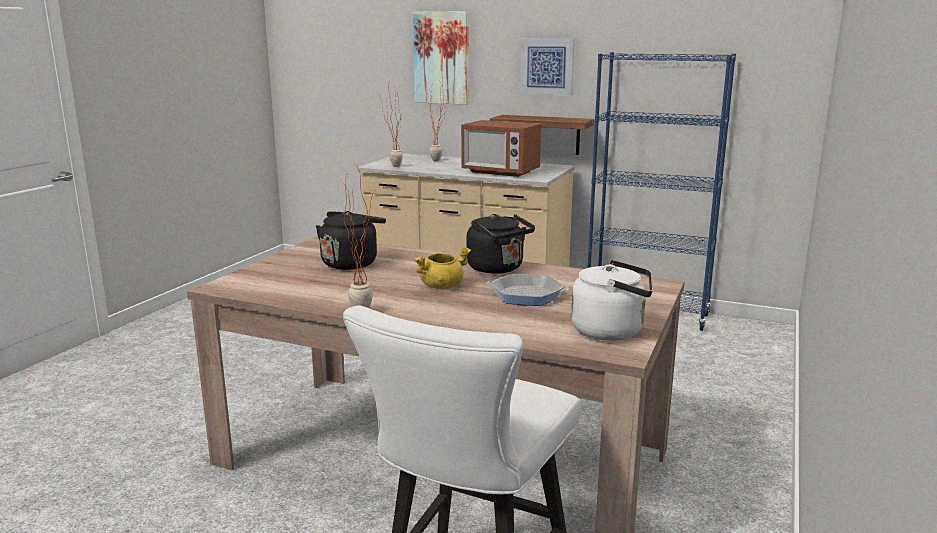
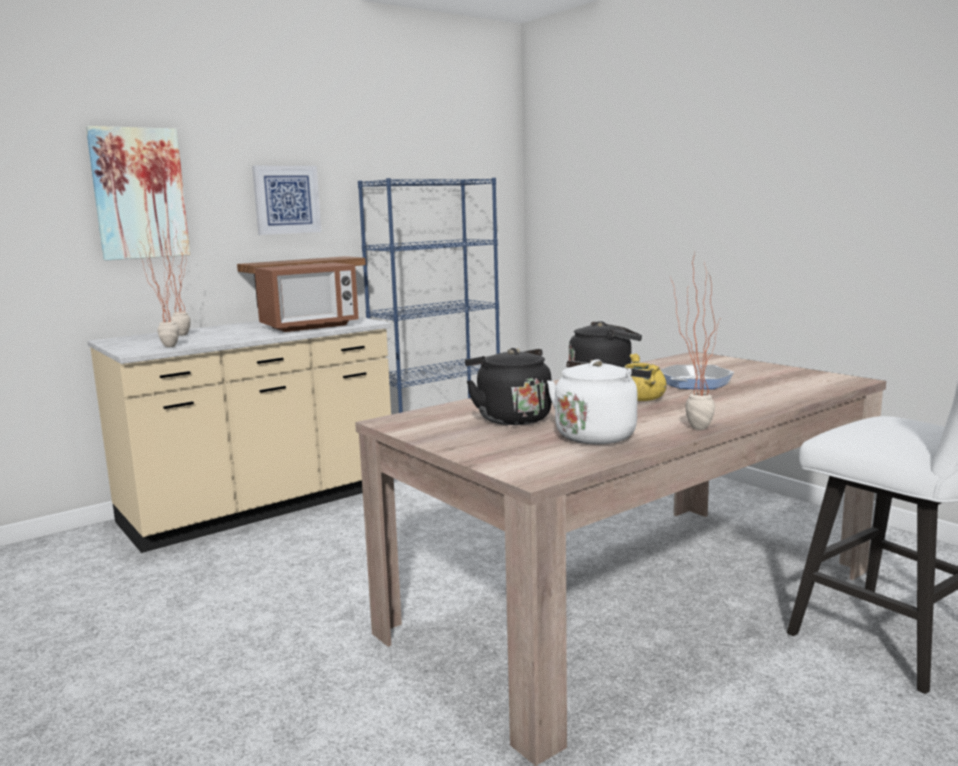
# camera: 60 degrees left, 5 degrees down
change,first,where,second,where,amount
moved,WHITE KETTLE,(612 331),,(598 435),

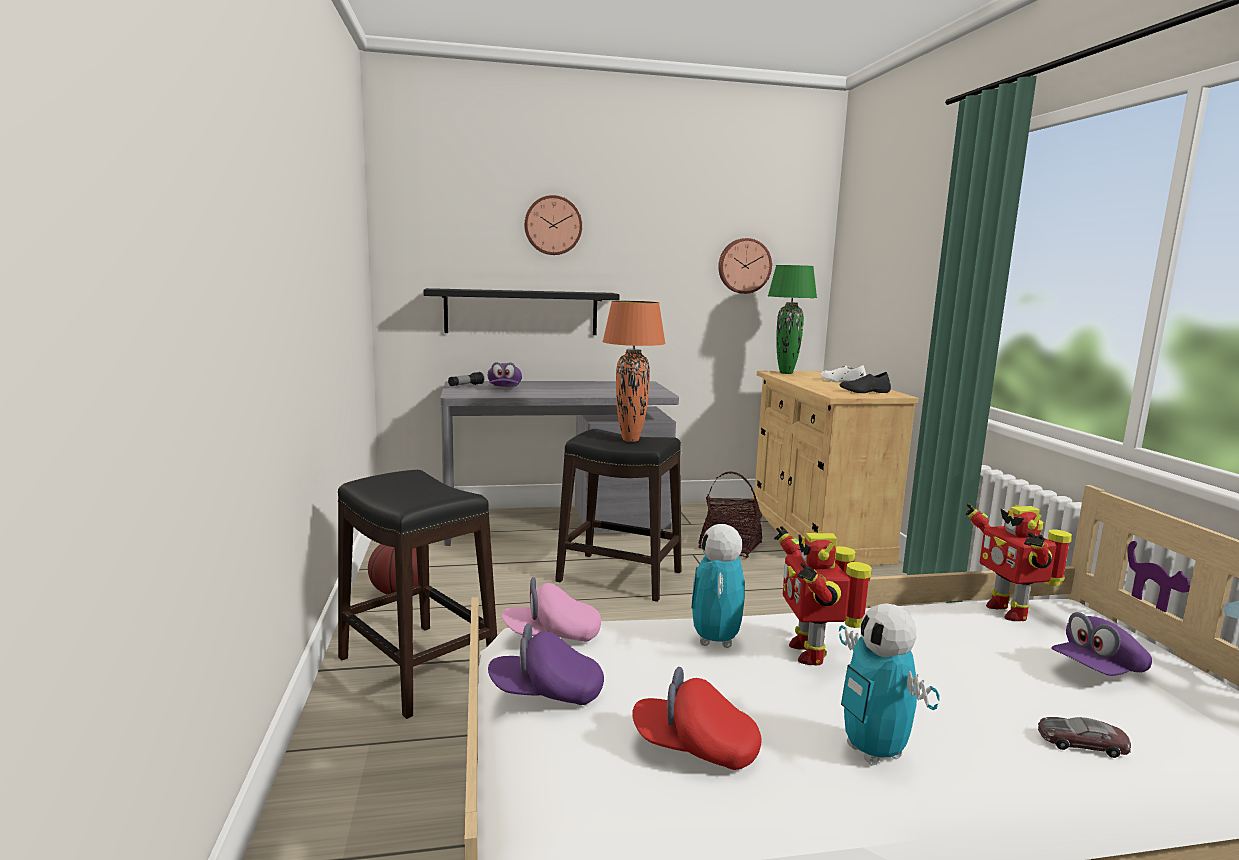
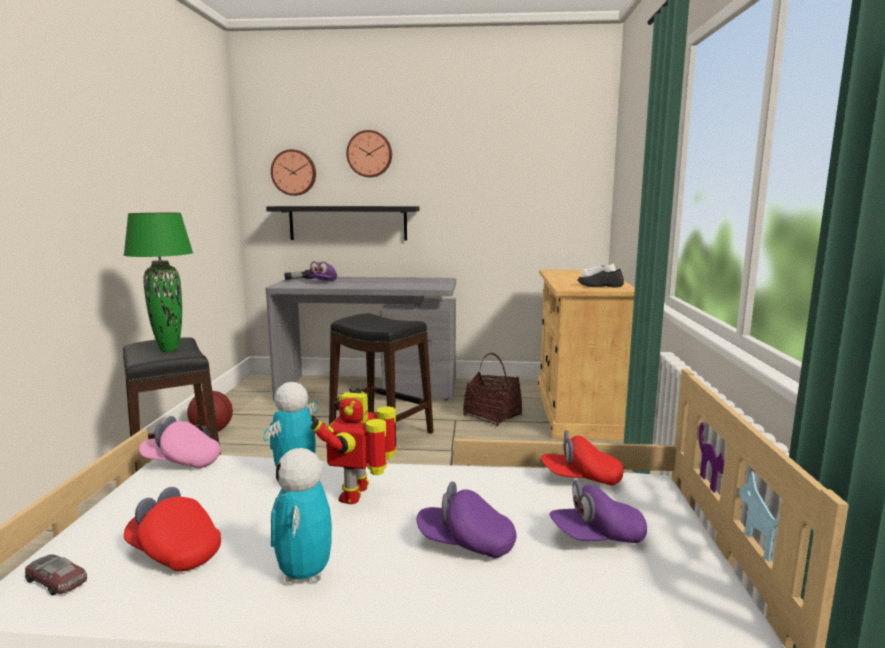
# camera: 15 degrees right, 0 degrees up
change,first,where,second,where,amount
removed,ORANGE TABLE LAMP,(631 440),,,
moved,PURPLE CAP,(546 693),,(466 543),
moved,WALL CLOCK,(744 266),,(294 172),
moved,GREEN TABLE LAMP,(786 373),,(168 350),
moved,TOY CAR,(1082 743),,(57 580),
replaced,TOY ROBOT,(1008 611),RED CAP,(581 479),

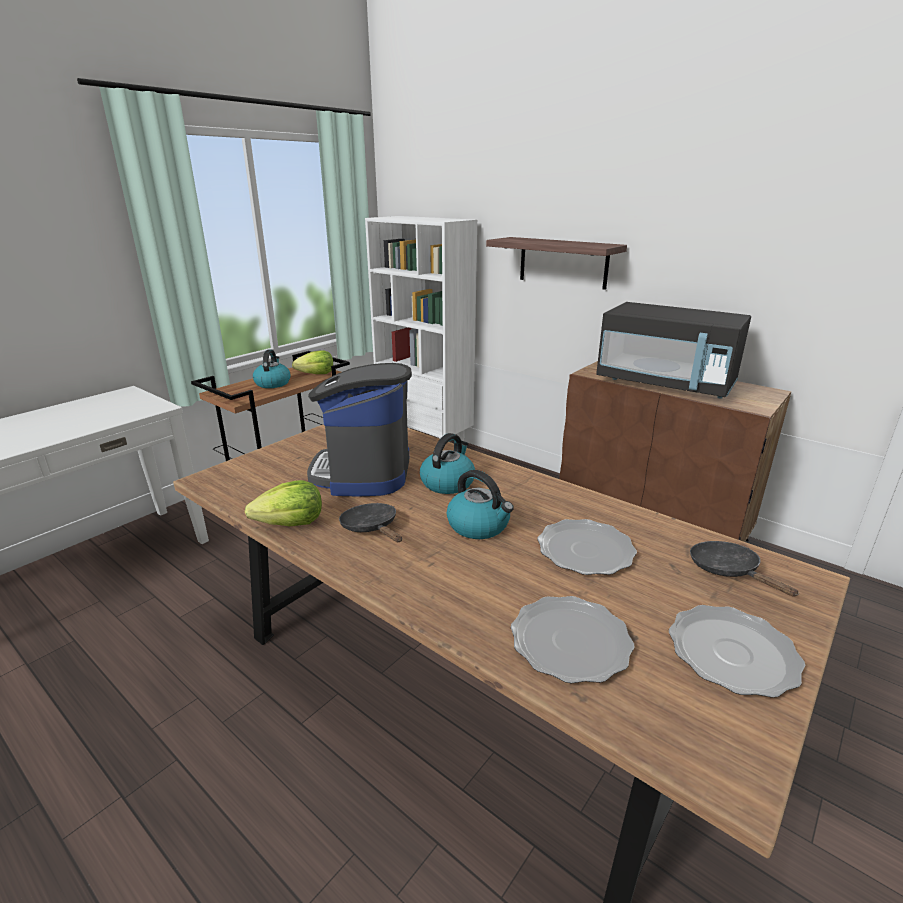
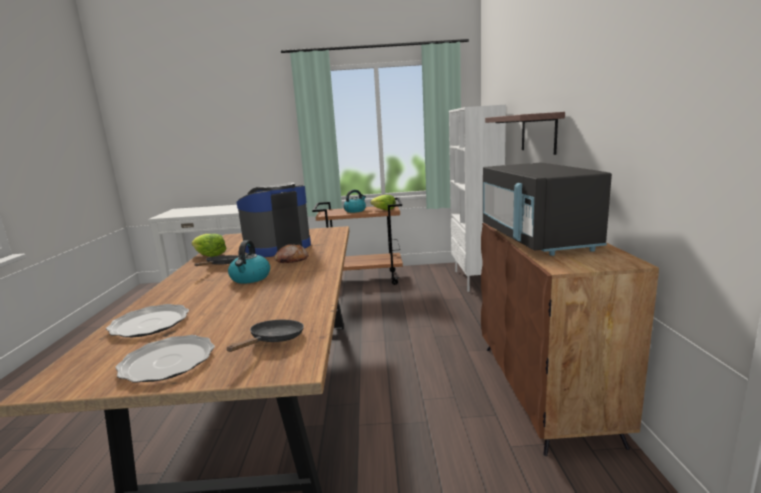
# camera: 50 degrees right, 10 degrees down
change,first,where,second,where,amount
removed,PLATE,(586 550),,,
replaced,KETTLE,(448 482),BREAD,(291 260),

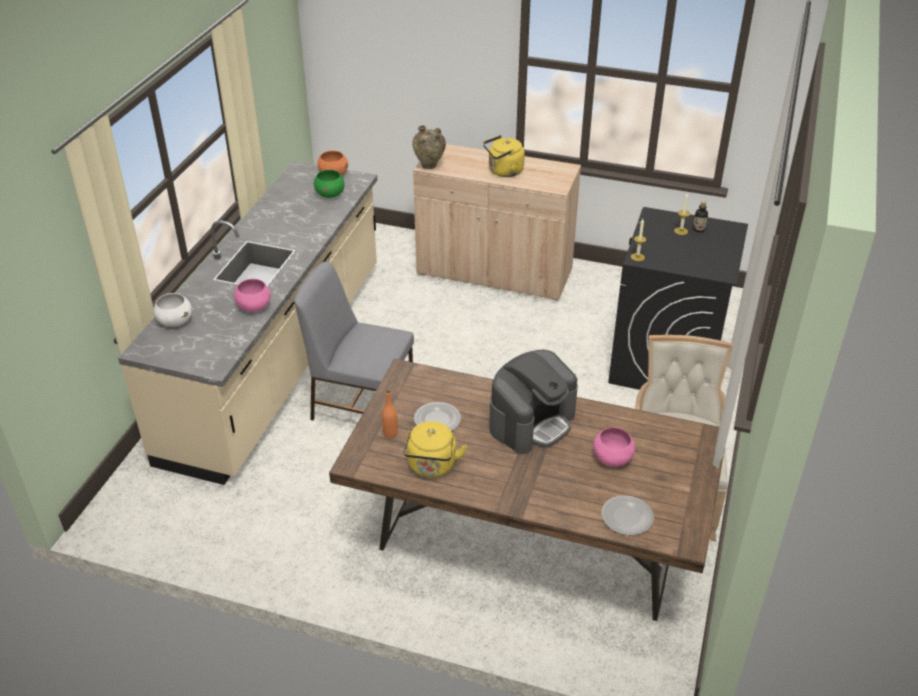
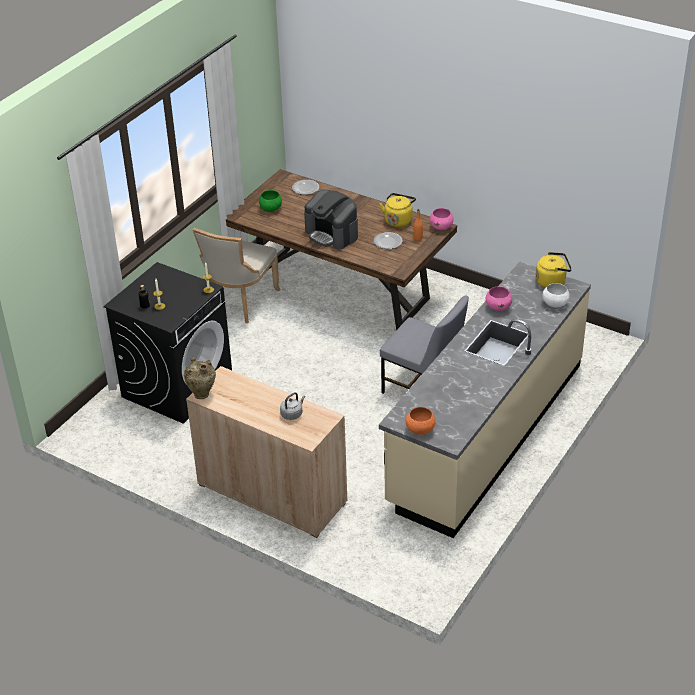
# camera: 165 degrees left, 0 degrees up
change,first,where,second,where,amount
added,,,GREY KETTLE,(292 414),
moved,GREEN BOWL,(330 194),,(270 208),
moved,BEIGE VASE,(429 167),,(202 393),
moved,YELLOW KETTLE,(503 172),,(552 281),
moved,PINK BOWL,(611 459),,(441 227),
turned,COFFEE MACHINE,(532 422),,(332 234),105 degrees counterclockwise

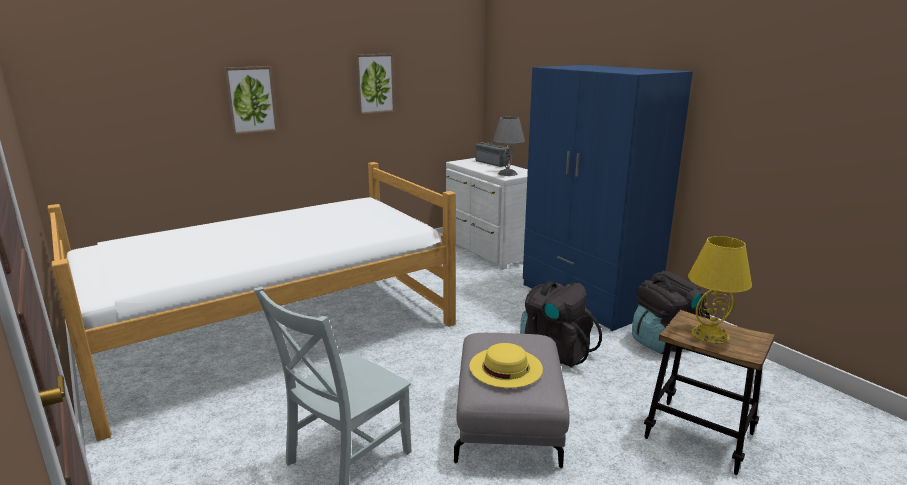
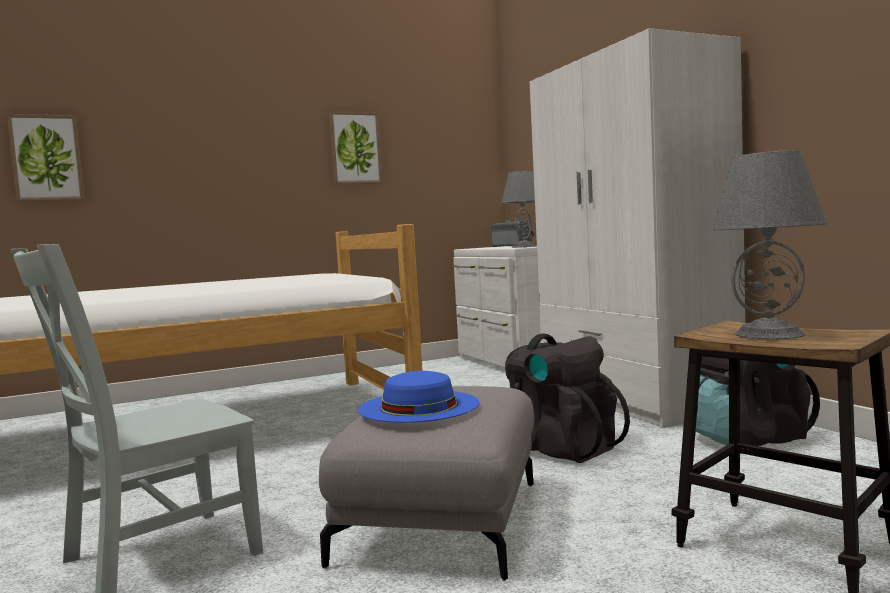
# camera: 10 degrees right, 15 degrees down
change,first,where,second,where,amount
moved,PICTURE,(251 100),,(47 158),
recoloured,YELLOW HAT,(505 367),BLUE HAT,(418 406),
recoloured,BLUE WARDROBE,(587 298),WHITE WARDROBE,(635 399),
recoloured,YELLOW TABLE LAMP,(710 334),GREY TABLE LAMP,(769 334),

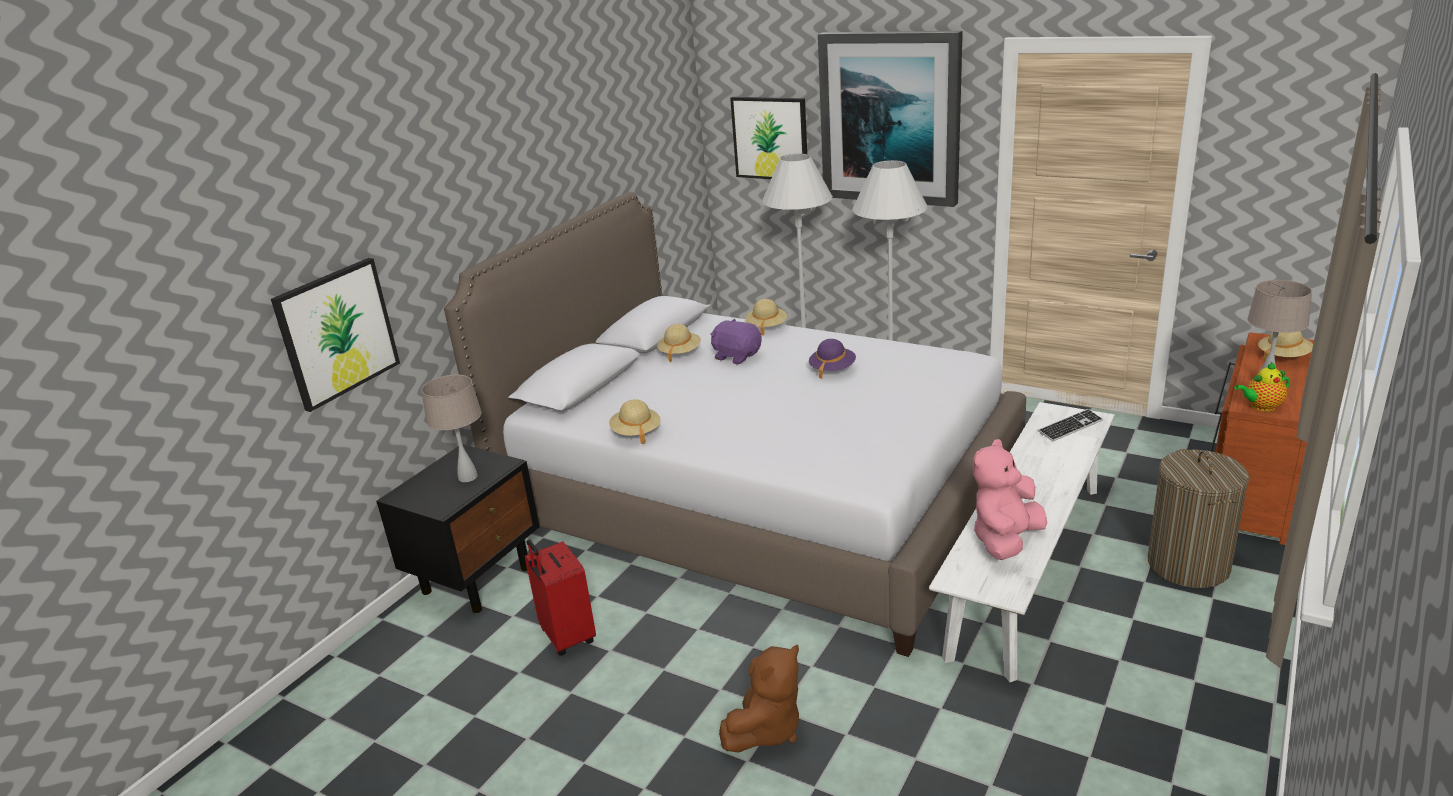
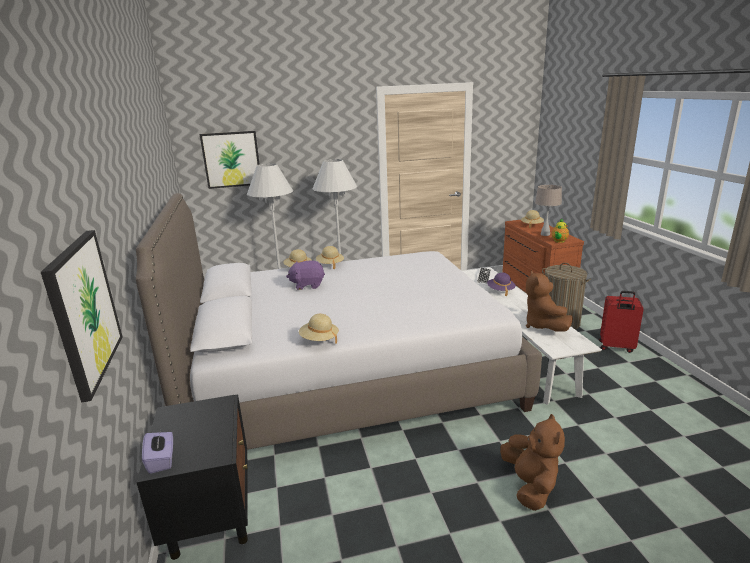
# camera: 45 degrees left, 5 degrees down
change,first,where,second,where,amount
removed,BEIGE TABLE LAMP,(467 477),,,
removed,PICTURE,(890 118),,,
added,,,PURPLE TISSUE BOX,(161 460),
moved,RED SUITCASE,(566 637),,(616 347),
moved,BEIGE HAT,(680 353),,(330 264),
moved,PURPLE HAT,(832 369),,(500 290),
recoloured,PINK PLUSH TOY,(1005 540),BROWN PLUSH TOY,(543 326),

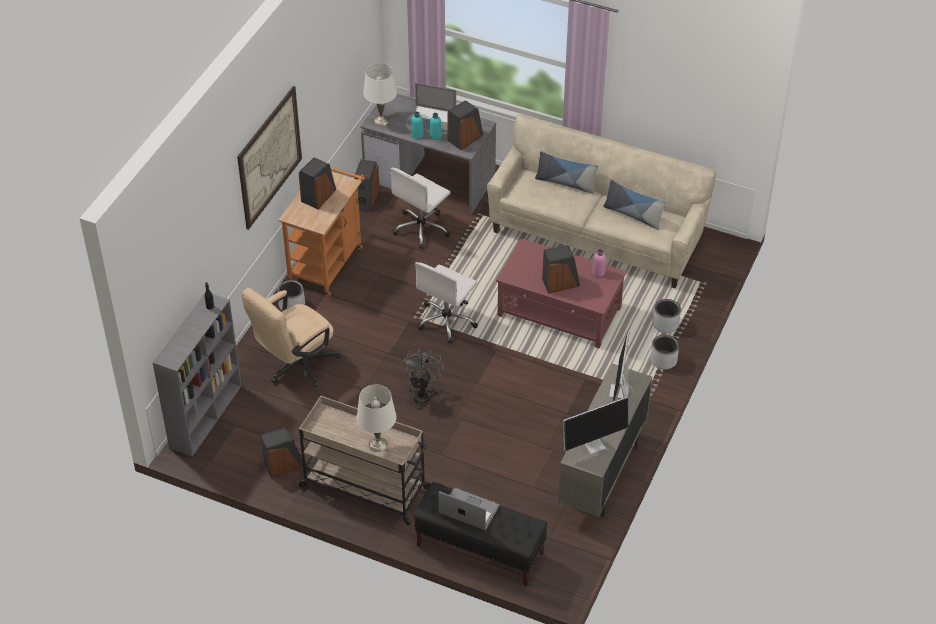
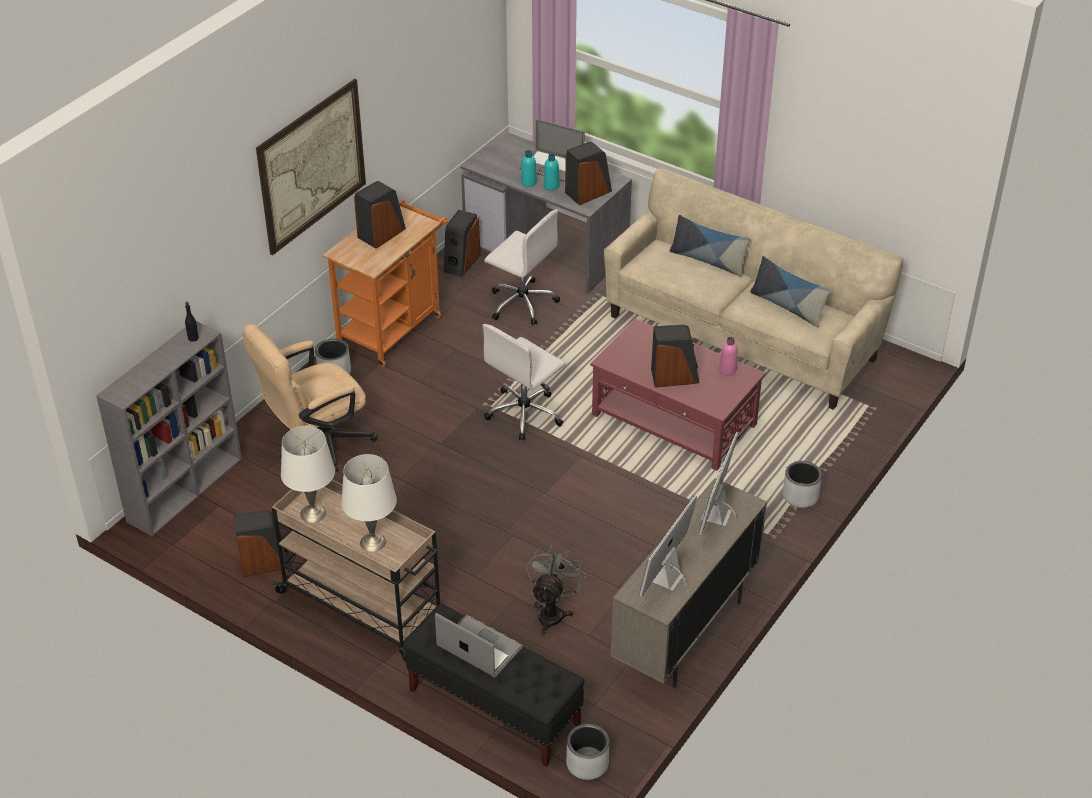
# camera: 10 degrees right, 5 degrees down
change,first,where,second,where,amount
moved,WHITE TABLE LAMP,(381 120),,(313 513),
moved,GREY FAN,(422 393),,(552 612),
moved,GREY PLANTER,(665 324),,(587 763),
turned,WHITE OFFICE CHAIR,(422 228),,(521 303),105 degrees counterclockwise
turned,MONITOR,(594 444),,(666 579),135 degrees clockwise

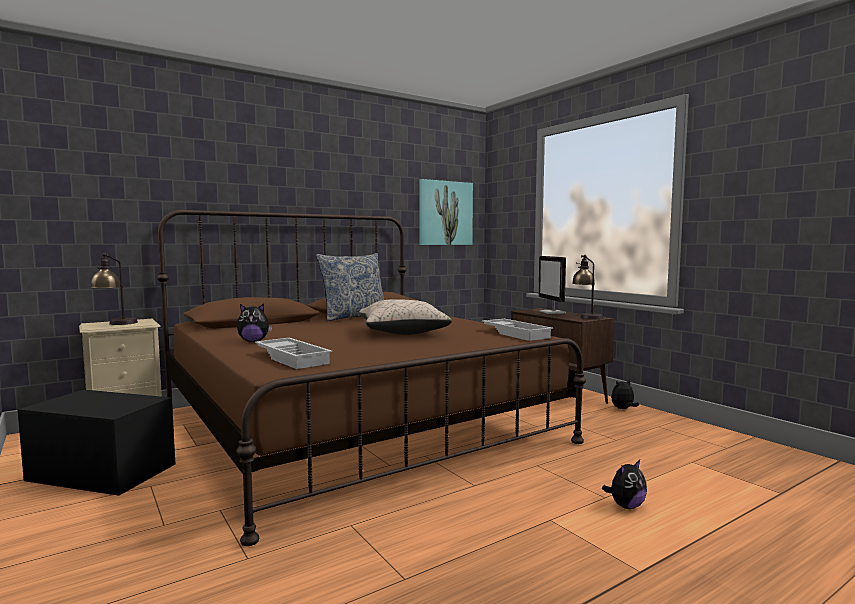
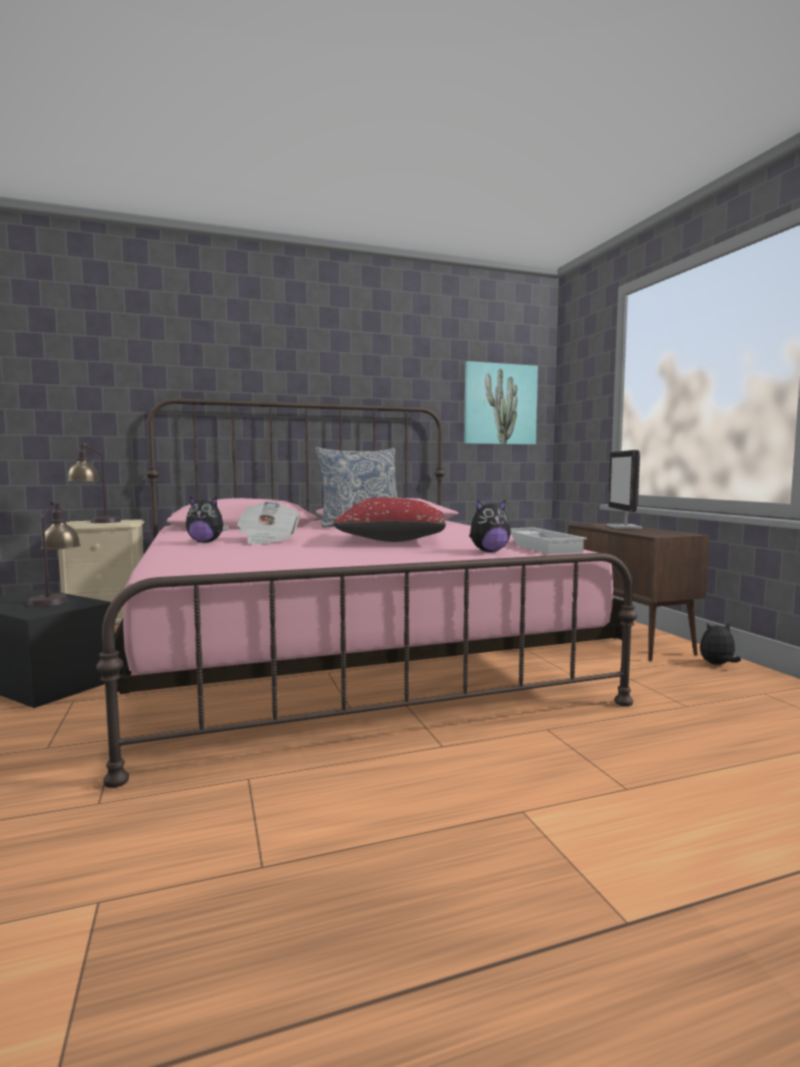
# camera: 15 degrees right, 0 degrees up
change,first,where,second,where,amount
removed,WHITE TRAY,(294 358),,,
added,,,NEWSPAPER,(268 540),
moved,TABLE LAMP,(586 316),,(56 599),
moved,PLUSH TOY,(626 506),,(489 551),
recoloured,BROWN BED,(355 425),PINK BED,(342 655),
recoloured,BEIGE PILLOW,(403 332),RED PILLOW,(393 540),

